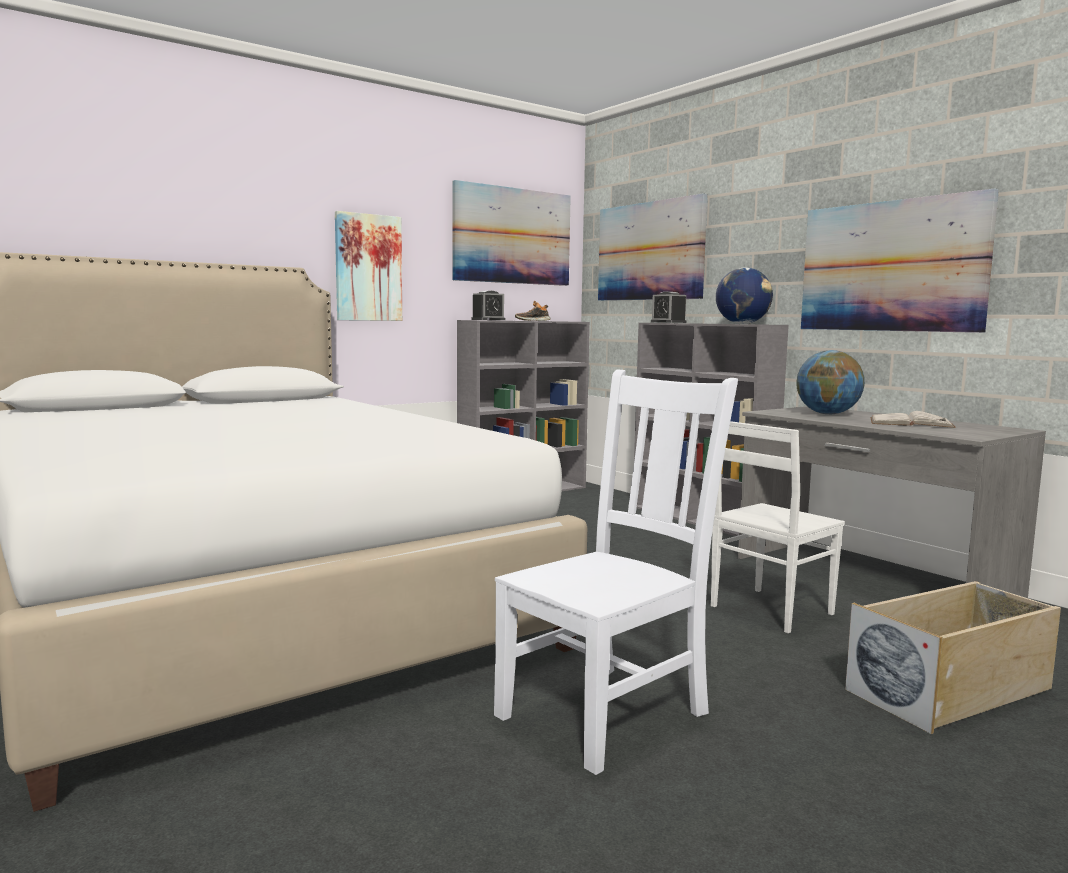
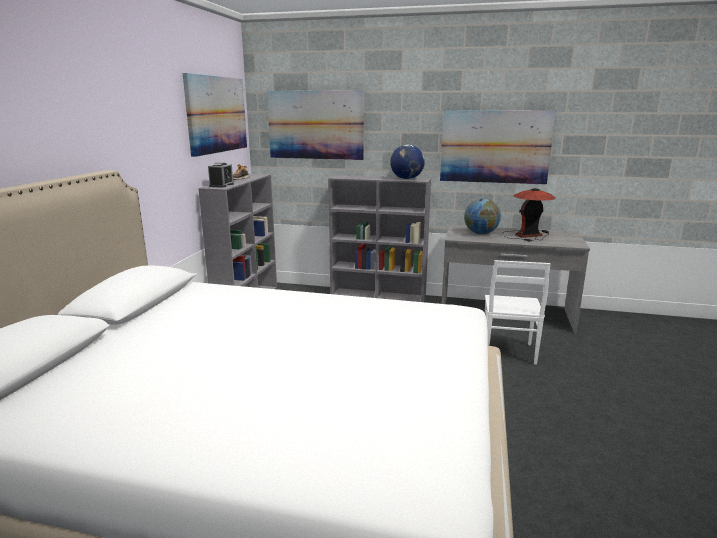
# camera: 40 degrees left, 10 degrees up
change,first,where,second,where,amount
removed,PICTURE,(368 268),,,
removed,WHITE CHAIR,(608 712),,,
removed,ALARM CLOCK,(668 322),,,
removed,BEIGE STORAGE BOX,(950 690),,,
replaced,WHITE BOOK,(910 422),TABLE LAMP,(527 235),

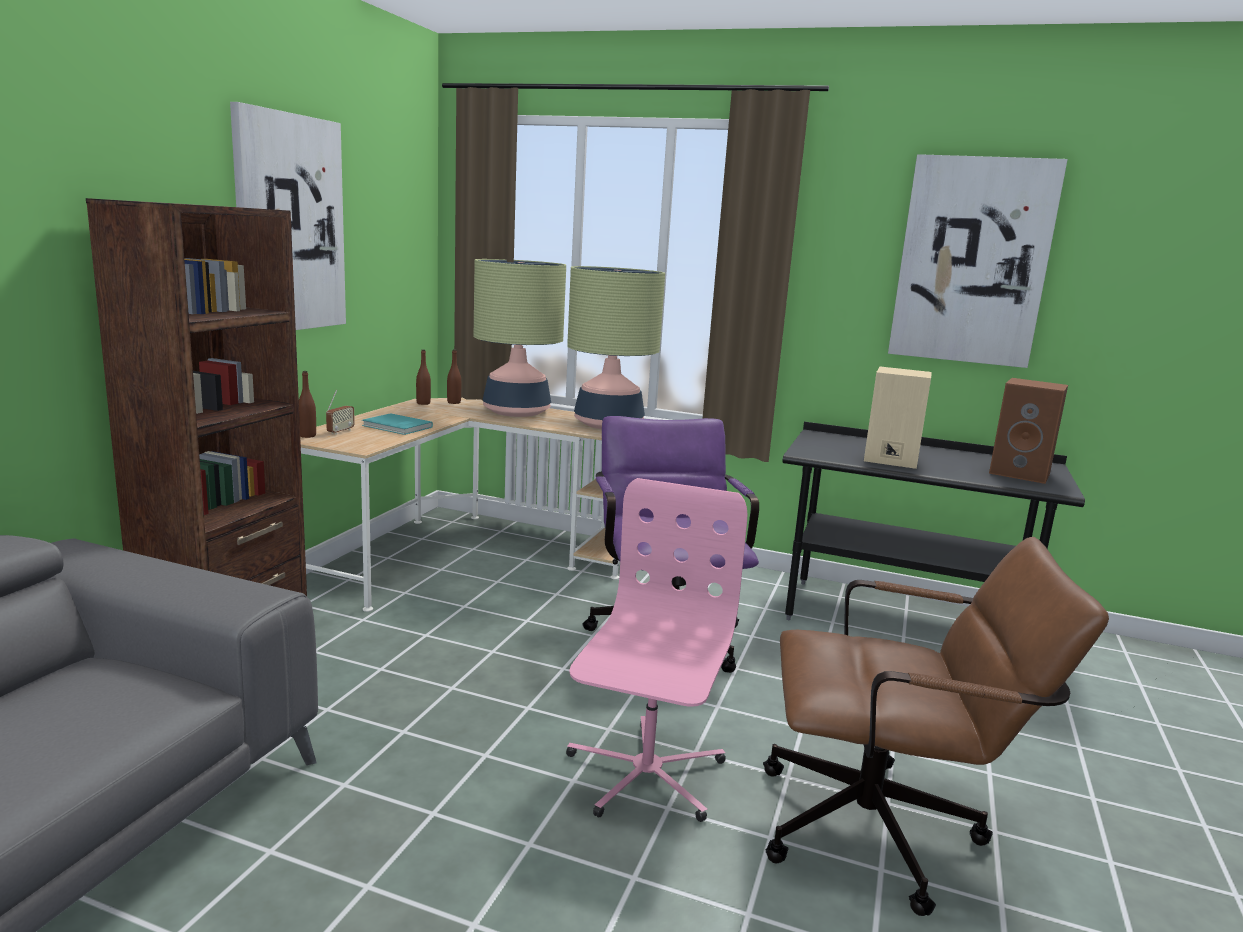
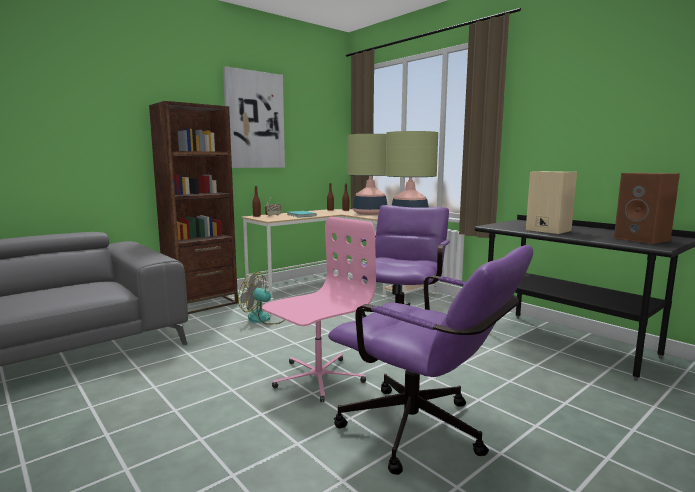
# camera: 30 degrees right, 5 degrees down
change,first,where,second,where,amount
removed,PICTURE,(972 261),,,
added,,,FAN,(264 319),
recoloured,BROWN OFFICE CHAIR,(887 832),PURPLE OFFICE CHAIR,(424 434),

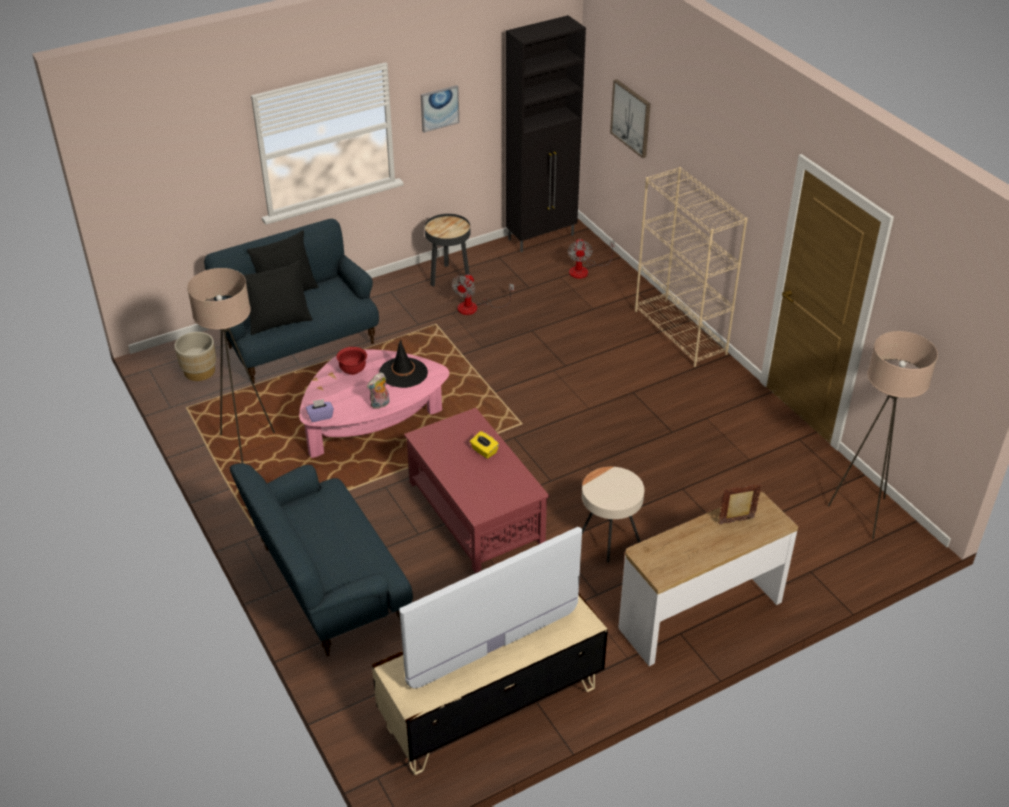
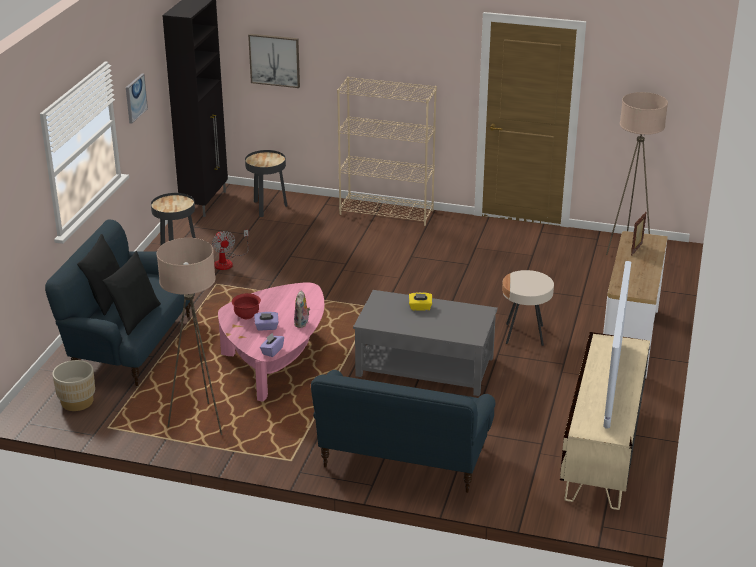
# camera: 45 degrees left, 10 degrees down
change,first,where,second,where,amount
removed,BLACK HAT,(403 373),,,
added,,,PURPLE TISSUE BOX,(266 327),
replaced,FAN,(584 270),BLACK SIDE TABLE,(267 207),
recoloured,RED COFFEE TABLE,(475 511),GREY COFFEE TABLE,(424 366),

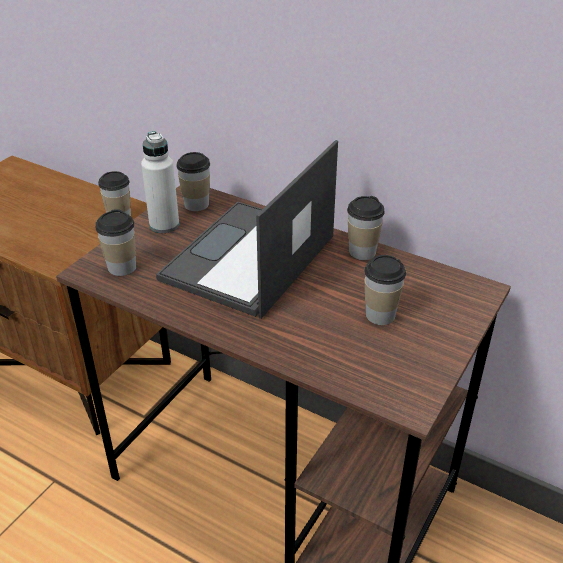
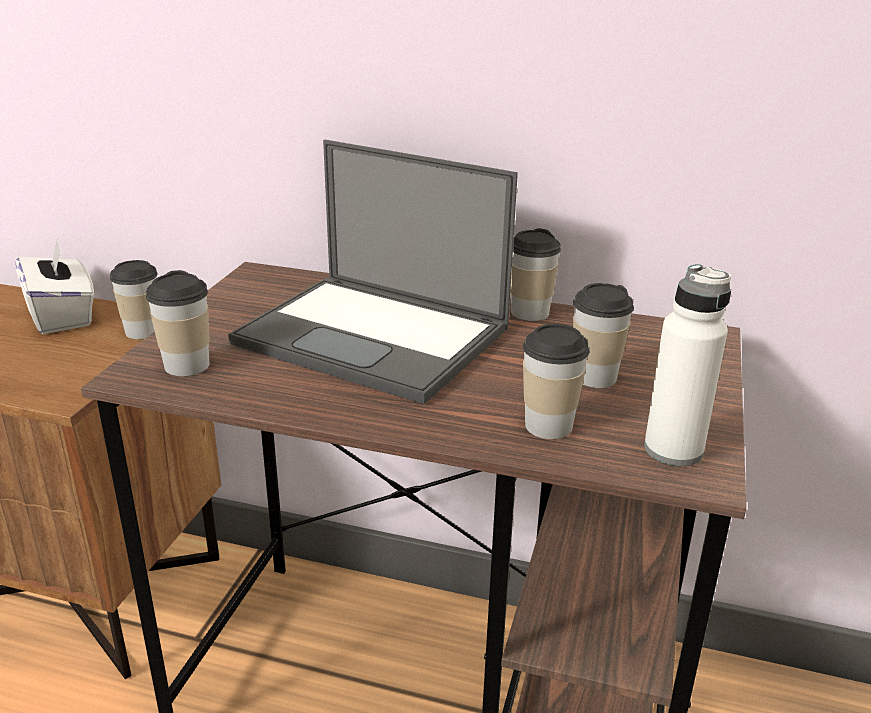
# camera: 15 degrees left, 10 degrees down
change,first,where,second,where,amount
added,,,WHITE TISSUE BOX,(62 315),
moved,WHITE BOTTLE,(164 225),,(673 450),
moved,CUP,(196 204),,(548 425),
turned,LAPTOP,(248 259),,(376 336),75 degrees counterclockwise

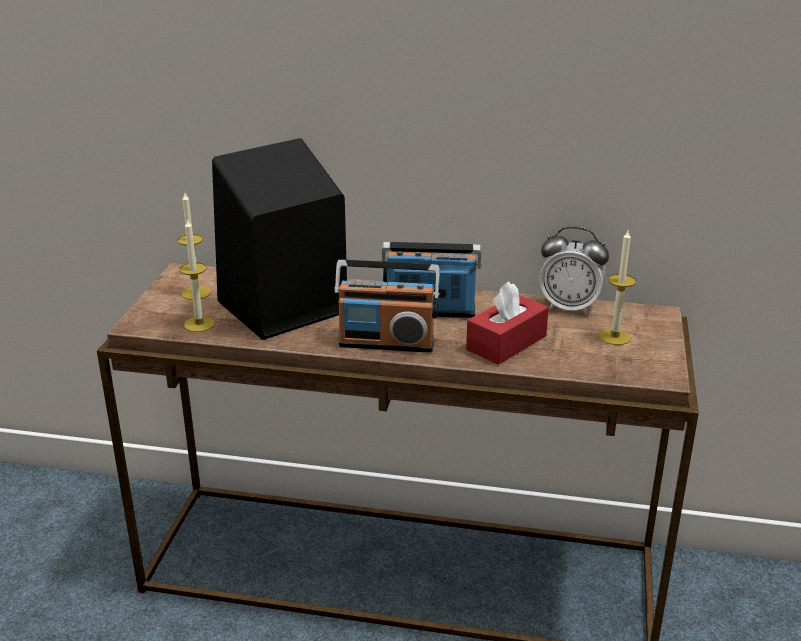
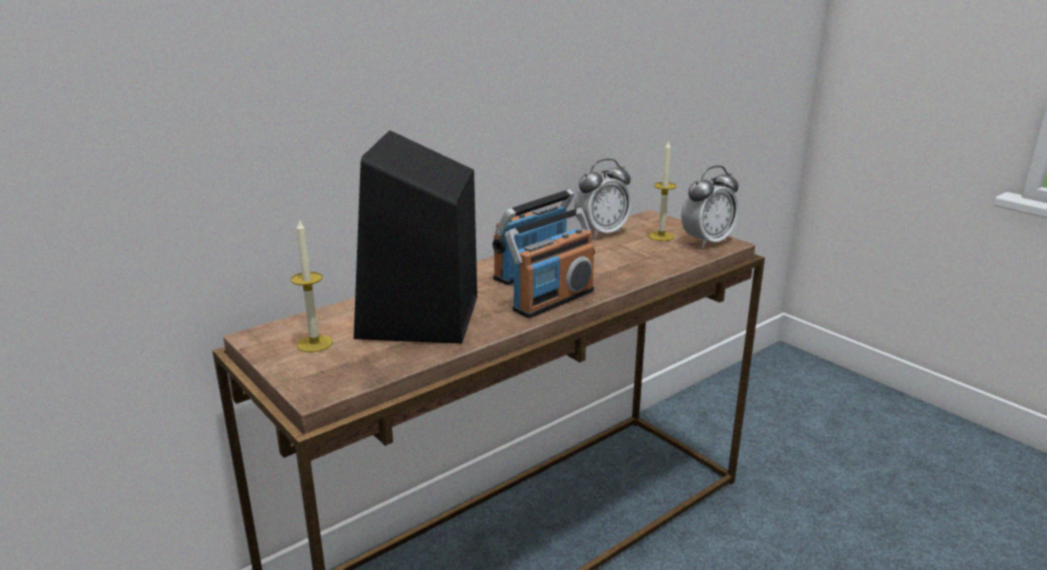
# camera: 50 degrees left, 5 degrees down
change,first,where,second,where,amount
removed,CANDLE,(199 324),,,
removed,RED TISSUE BOX,(506 343),,,
added,,,ALARM CLOCK,(707 241),

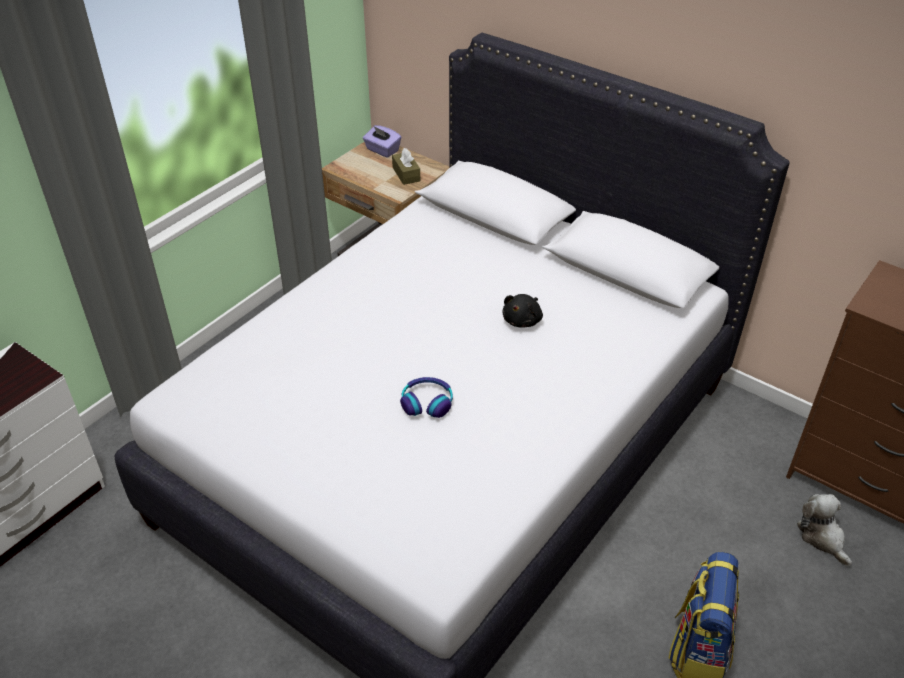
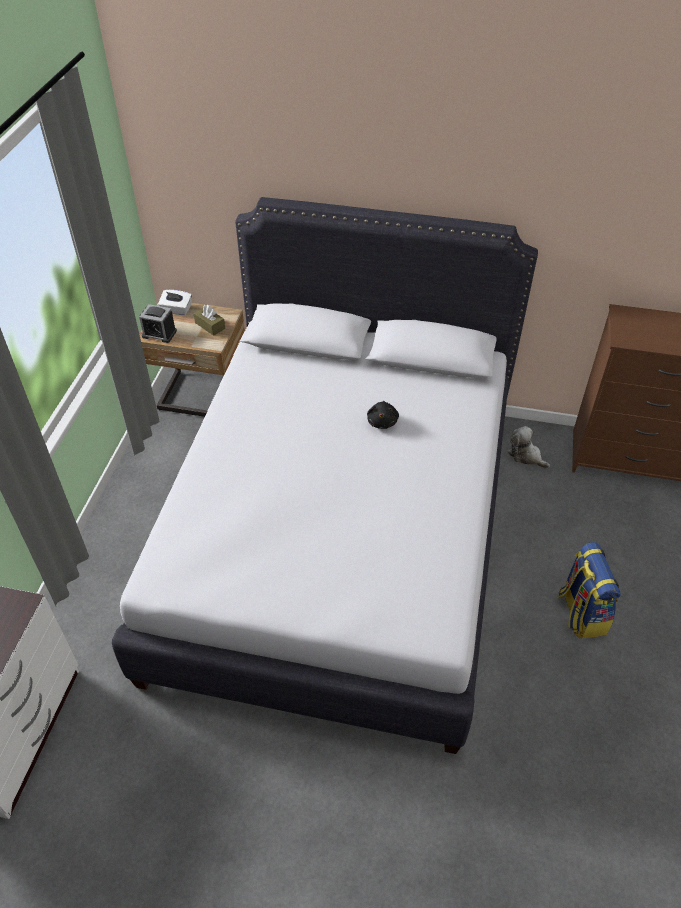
# camera: 25 degrees left, 5 degrees up
change,first,where,second,where,amount
removed,HEADPHONES,(427 402),,,
added,,,ALARM CLOCK,(159 334),
moved,PLUSH TOY,(822 537),,(526 456),
recoloured,PURPLE TISSUE BOX,(382 150),WHITE TISSUE BOX,(176 310),

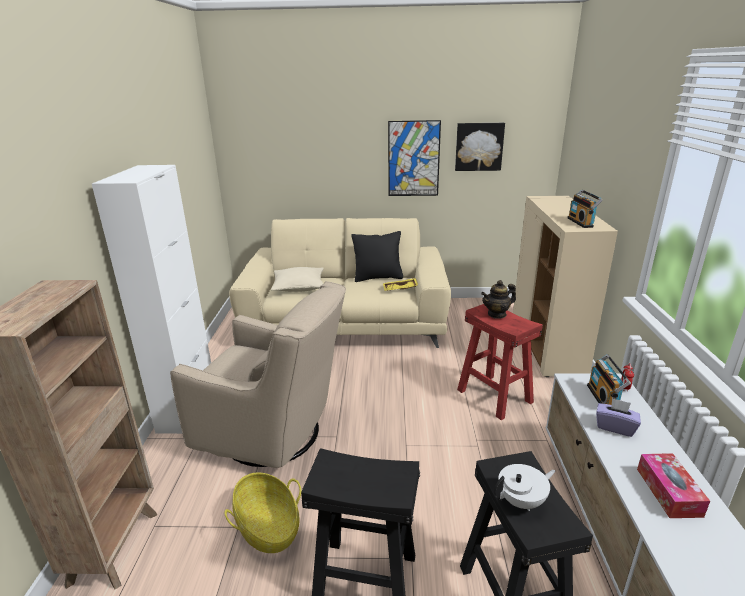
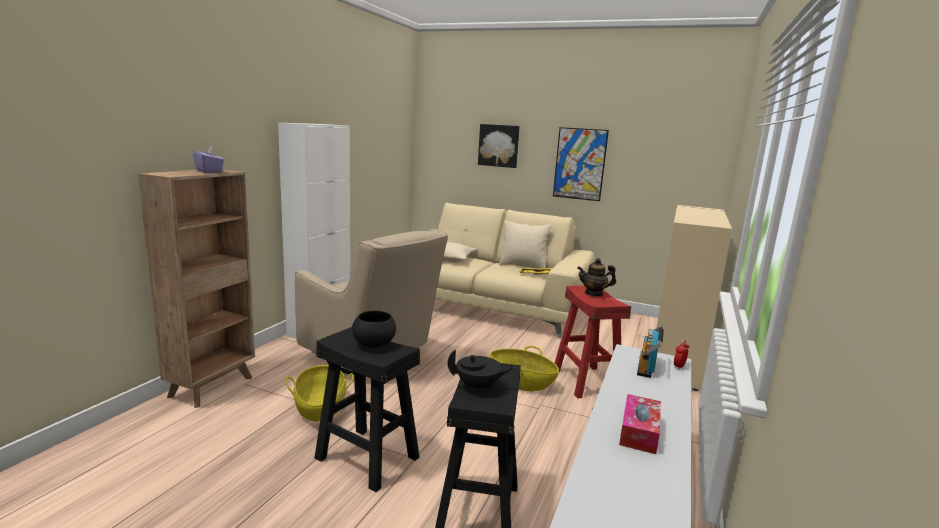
# camera: 20 degrees right, 10 degrees down
change,first,where,second,where,amount
removed,RADIO,(581 222),,,
added,,,BLACK BOWL,(374 344),
added,,,BASKET,(521 382),
moved,PICTURE,(479 146),,(499 145),
moved,PURPLE TISSUE BOX,(615 427),,(209 171),
recoloured,BLACK PILLOW,(378 277),BEIGE PILLOW,(523 265),
recoloured,WHITE TEAPOT,(522 501),BLACK TEAPOT,(478 387),

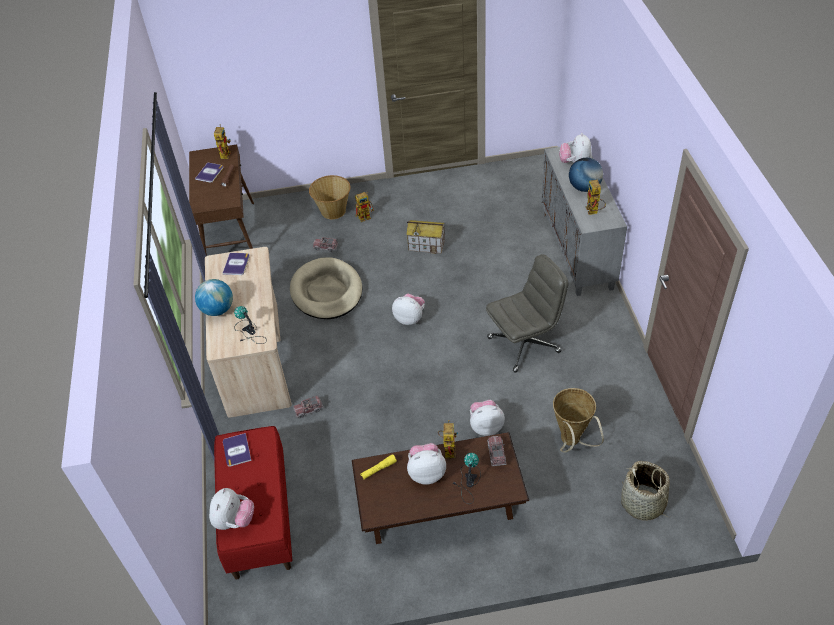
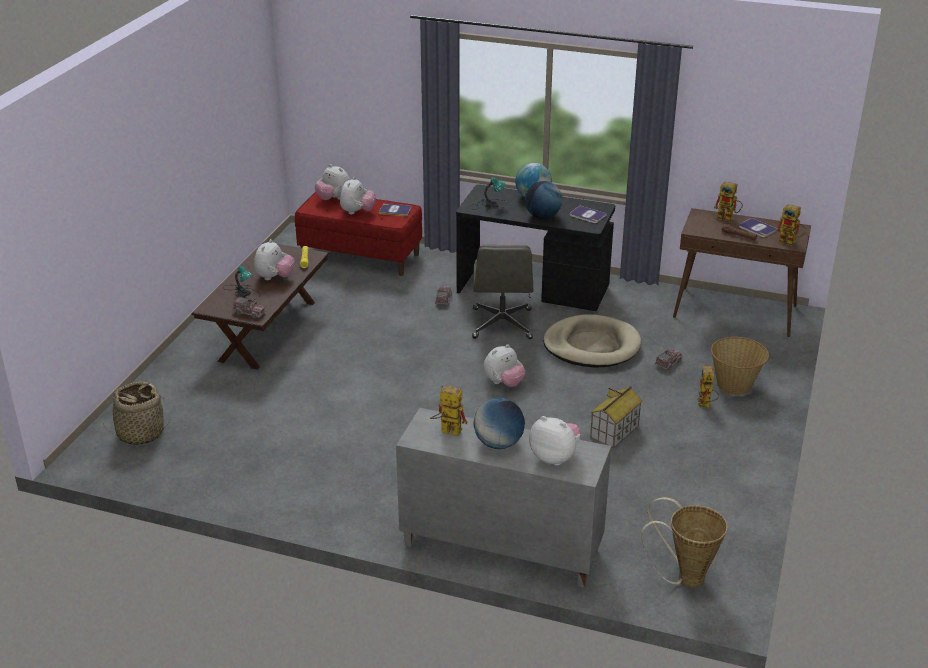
# camera: 115 degrees right, 15 degrees down
change,first,where,second,where,amount
added,,,GLOBE,(542 216),
moved,TOY ROBOT,(448 448),,(728 218),
moved,PLUSH TOY,(486 426),,(357 212),
moved,GREY OFFICE CHAIR,(524 344),,(502 324),
moved,BASKET,(571 442),,(684 578),
recoloured,BEIGE DESK,(255 358),BLACK DESK,(533 288),

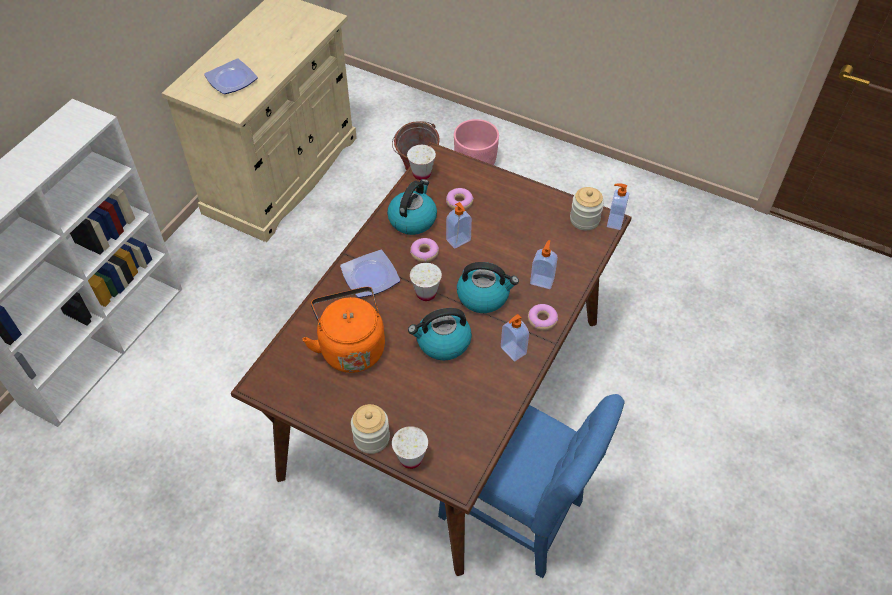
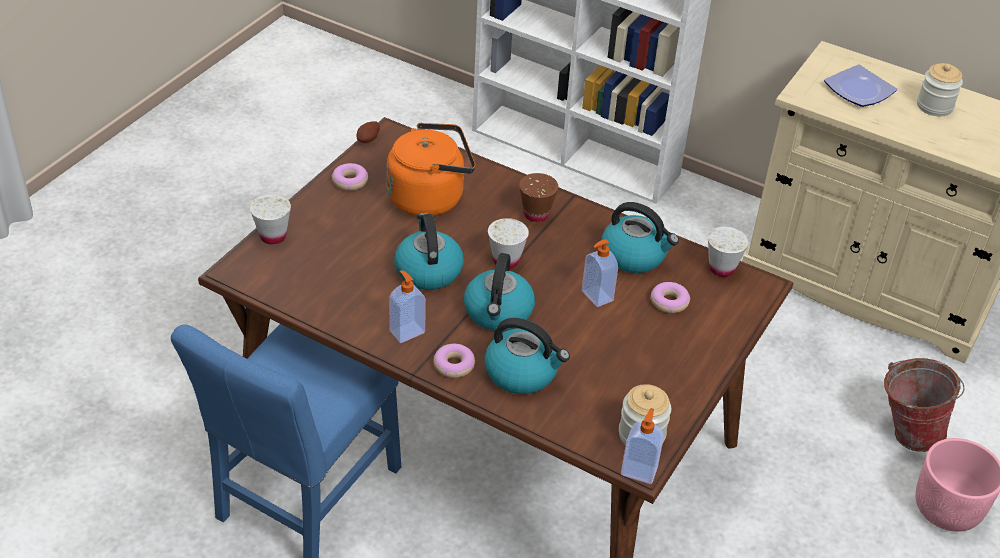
# camera: 90 degrees right, 10 degrees down
change,first,where,second,where,amount
added,,,POTATO,(369 140),
moved,JAR,(371 438),,(934 106),
moved,DONUT,(424 253),,(350 181),
replaced,PLATE,(369 276),BROWN CUP,(536 214),
replaced,SOAP DISPENSER,(542 280),KETTLE,(522 373),

